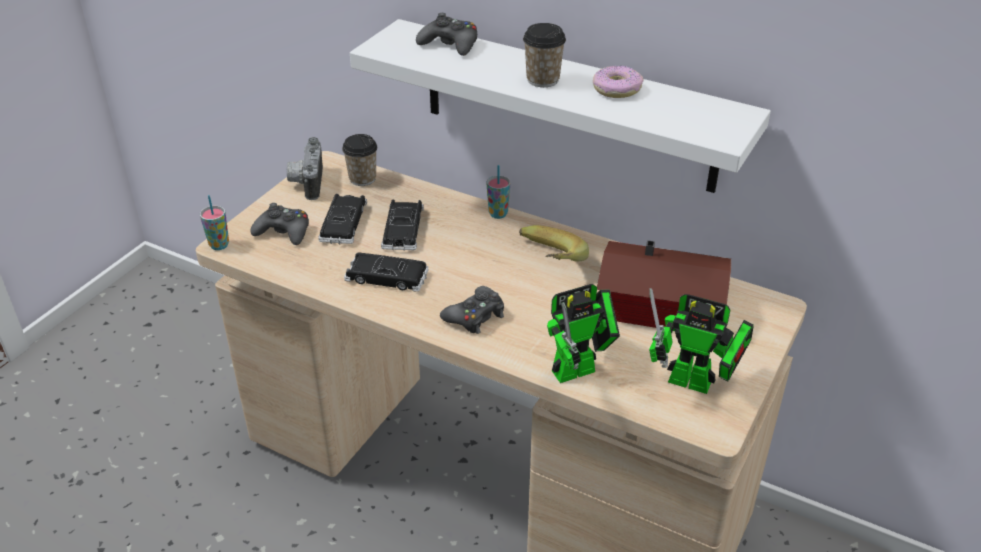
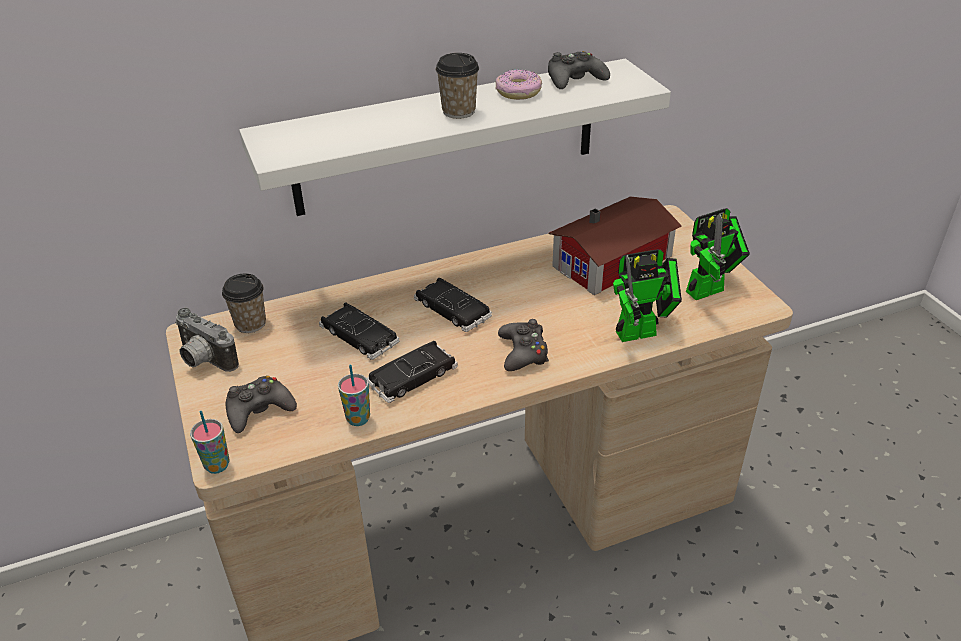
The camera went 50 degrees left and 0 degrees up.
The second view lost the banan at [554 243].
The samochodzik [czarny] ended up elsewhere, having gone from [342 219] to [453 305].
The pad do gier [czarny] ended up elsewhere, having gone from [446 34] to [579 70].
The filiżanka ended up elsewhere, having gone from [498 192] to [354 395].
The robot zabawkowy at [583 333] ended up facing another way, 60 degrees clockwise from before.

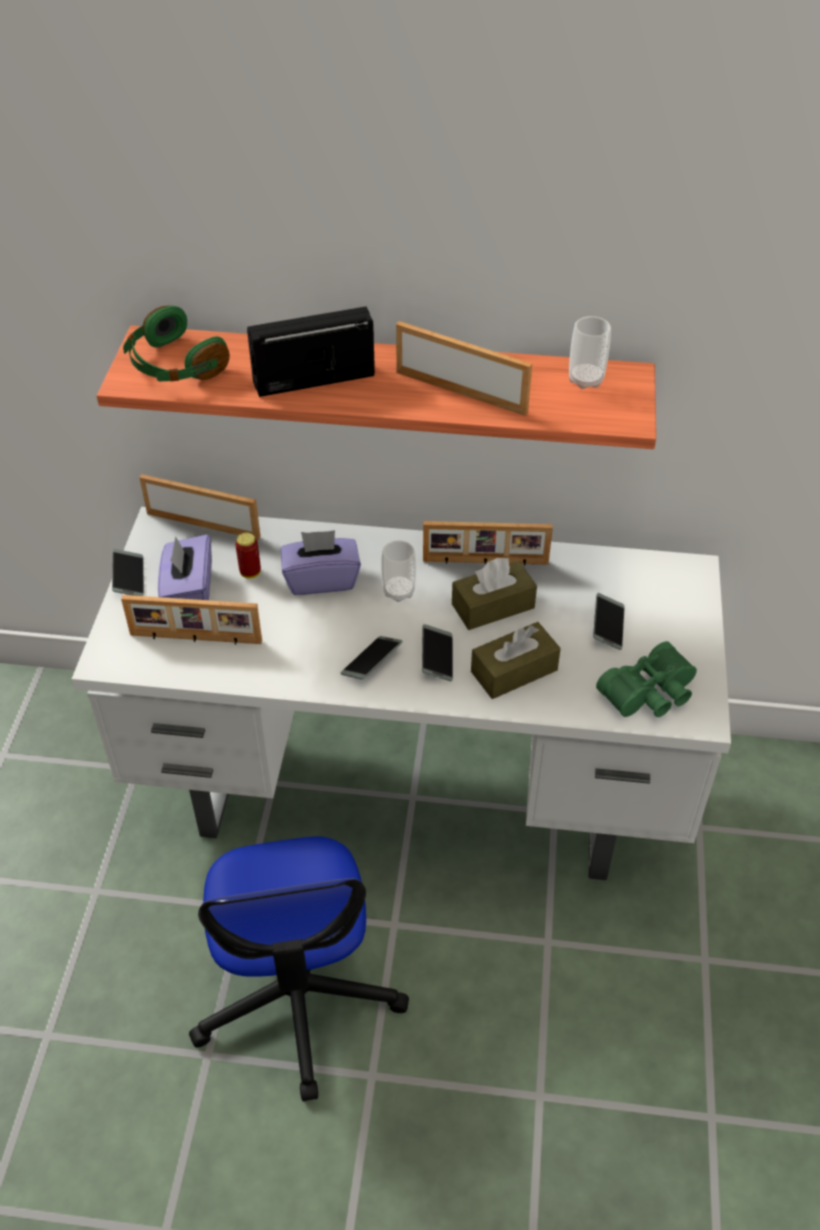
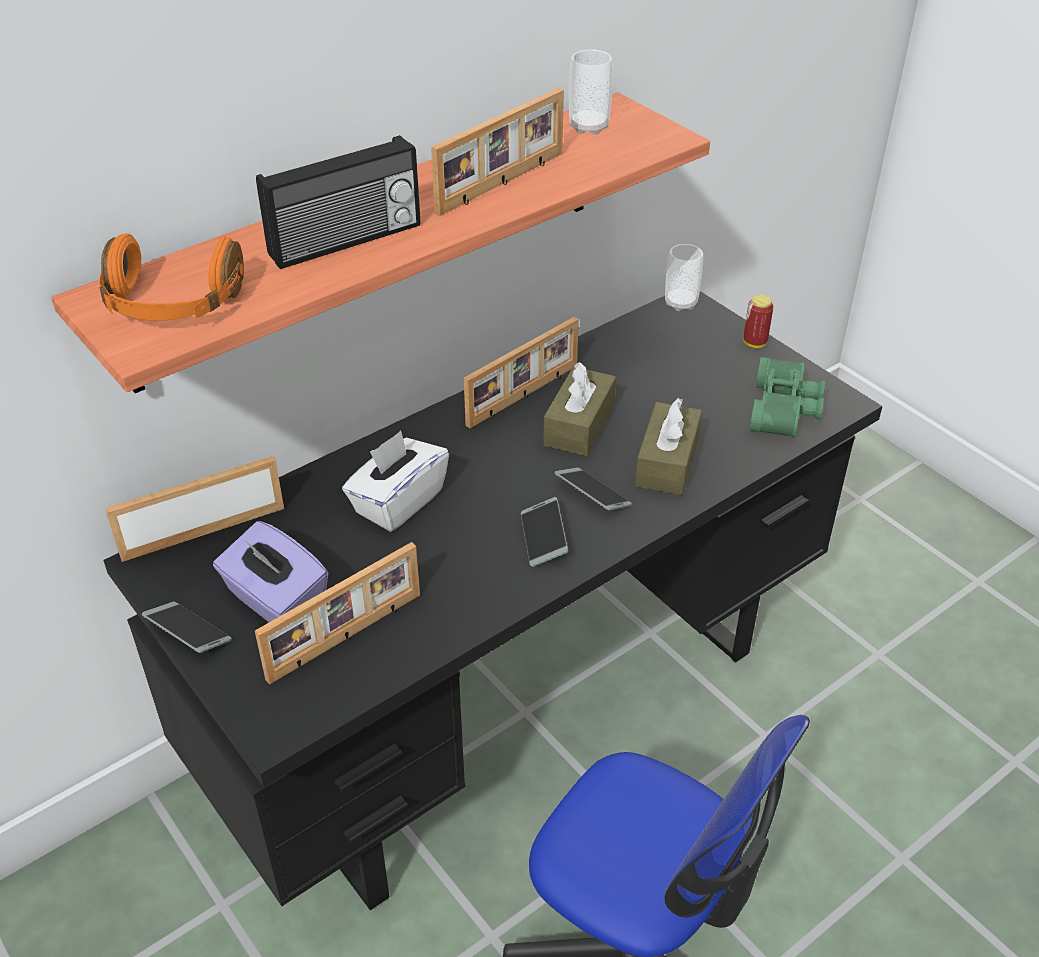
The camera went 45 degrees left and 5 degrees down.
The second view lost the telefon at [609 621].
The puszka ended up elsewhere, having gone from [248 555] to [758 321].
The filiżanka ended up elsewhere, having gone from [398 571] to [684 277].
What was the biurko [biały] at [401 693] turned into the biurko [czarny] at [492 601].
What was the słuchawki [zielony] at [176 343] turned into the słuchawki [pomarańczowy] at [171 277].
What was the pudełko chusteczek [fioletowy] at [321 562] turned into the pudełko chusteczek [biały] at [395 481].
The radio at [311 351] ended up facing another way, 150 degrees counterclockwise from before.
The ramka na zdjęcie at [464 368] ended up facing another way, 150 degrees clockwise from before.

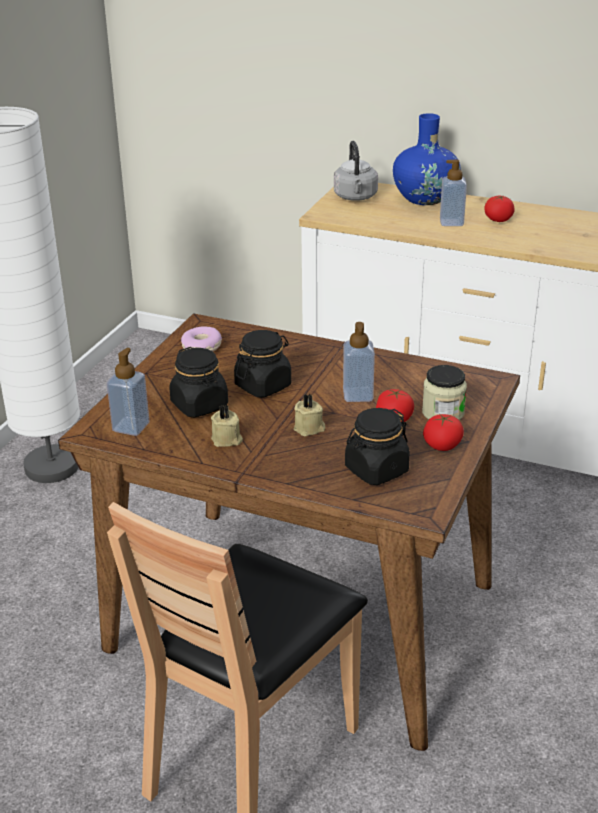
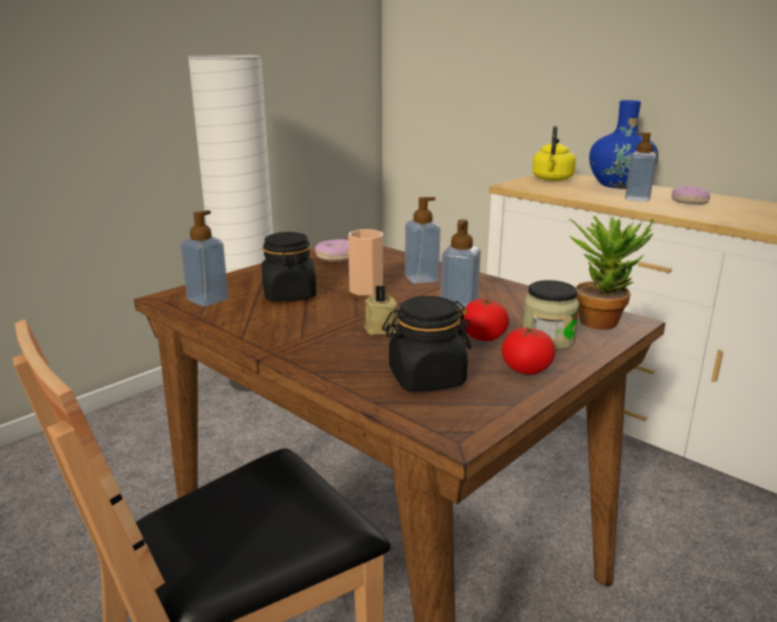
The camera went 20 degrees right and 10 degrees down.
The second view lost the świeca [beżowy] at [227 426].
The second view gained the dozownik mydła at [423 240].
The second view gained the roślina doniczkowa at [611 273].
Where the słoik [czarny] stood at [262 363], the filiżanka came to stand at [365 262].
Where the pomidor stood at [499 208], the donut came to stand at [690 195].
What was the czajnik [szary] at [356 171] turned into the czajnik [żółty] at [554 153].

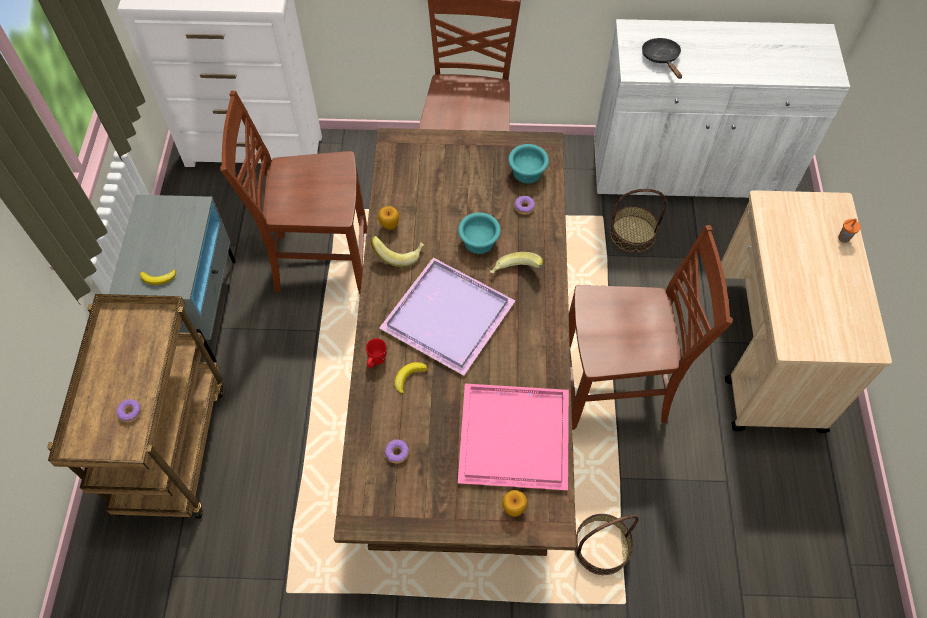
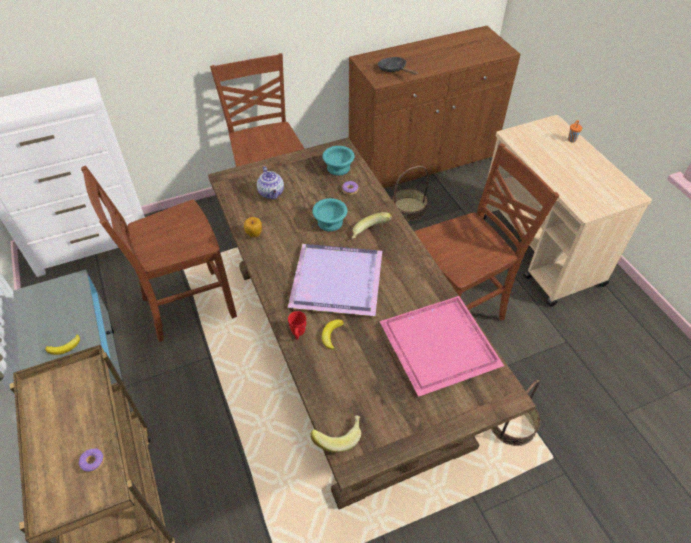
The camera went 25 degrees left and 10 degrees down.
The second view lost the donut at [397 451].
The second view lost the jabłko at [514 503].
The second view gained the imbryk at [270 183].
The banan ended up elsewhere, having gone from [398 251] to [335 434].
What was the szafka [biały] at [722 108] turned into the szafka [brązowy] at [435 107].

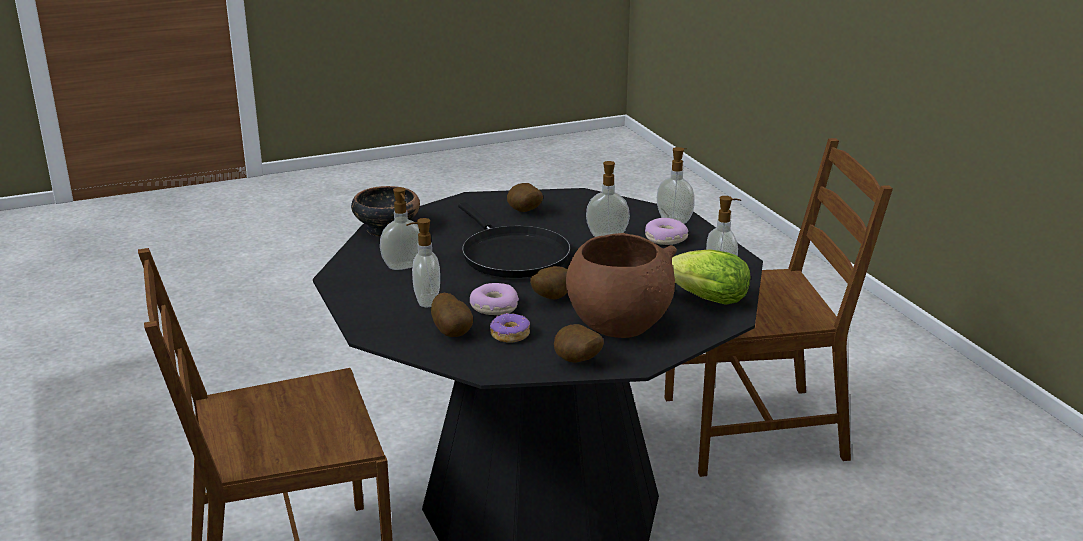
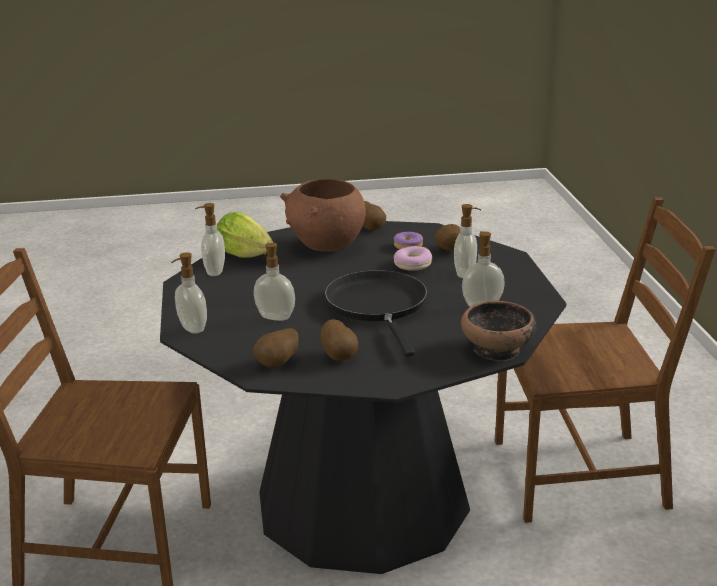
The camera went 165 degrees left and 0 degrees up.
The second view lost the donut at [667 231].
The ziemniak ended up elsewhere, having gone from [549 282] to [276 347].

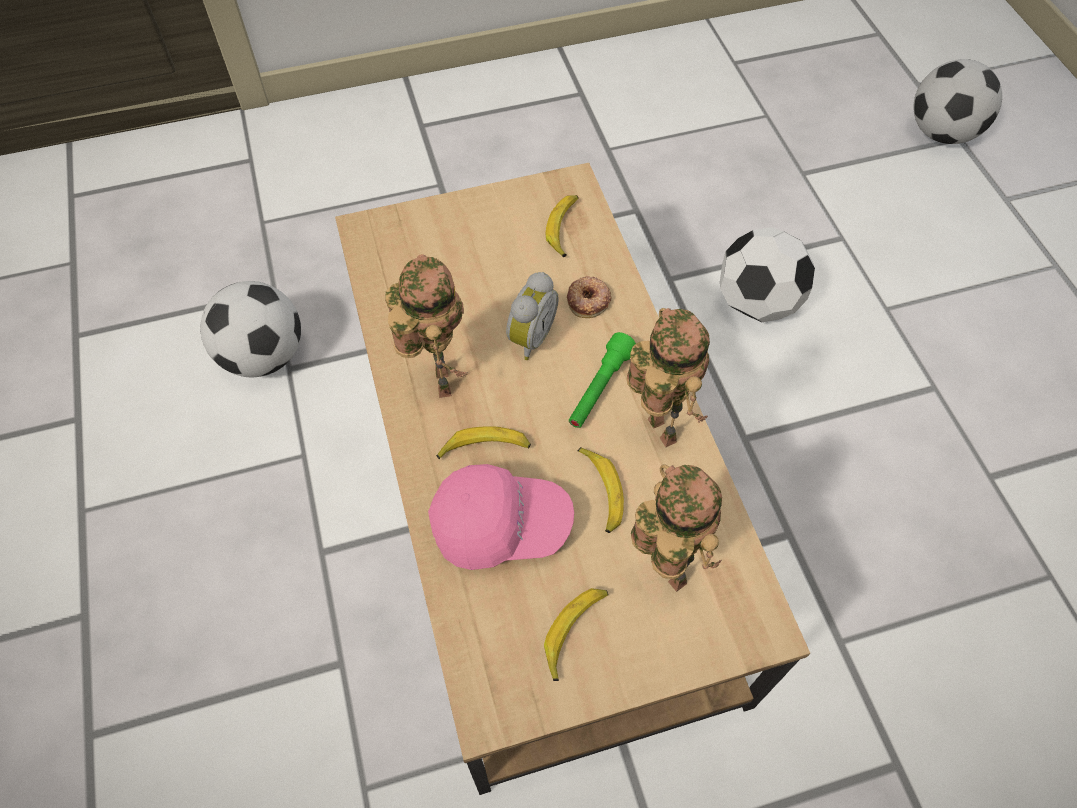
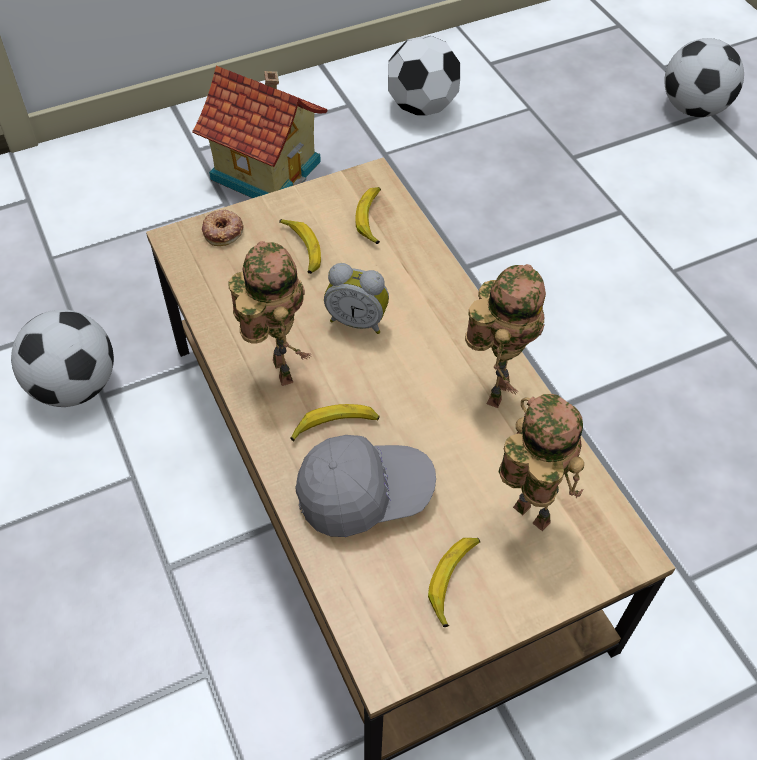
The camera went 10 degrees left and 5 degrees down.
The second view lost the latarka [zielony] at [602 380].
The second view gained the domek at [260 132].
The donut ended up elsewhere, having gone from [589 297] to [223 227].
The banan ended up elsewhere, having gone from [601 490] to [300 246].
The piłka futbolowa ended up elsewhere, having gone from [767 274] to [424 76].
What was the czapka z daszkiem [różowy] at [501 517] turned into the czapka z daszkiem [szary] at [366 486].
The budzik at [532 316] ended up facing another way, 90 degrees clockwise from before.
The robot zabawkowy at [668 377] ended up facing another way, 60 degrees clockwise from before.

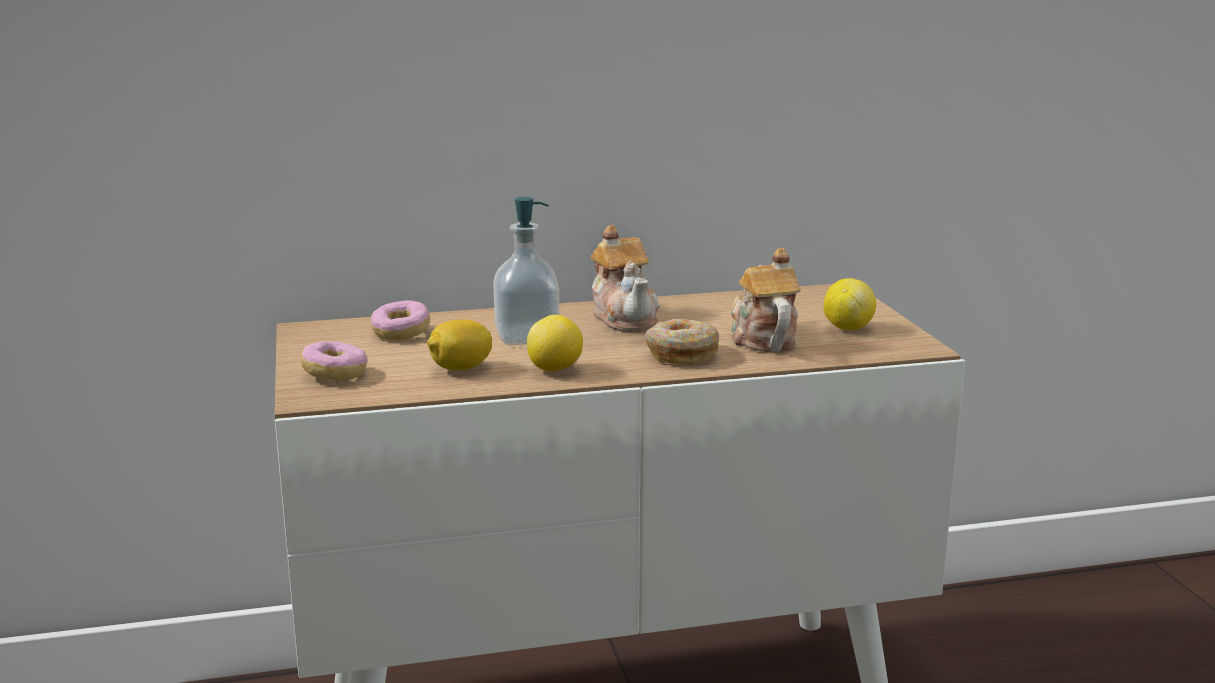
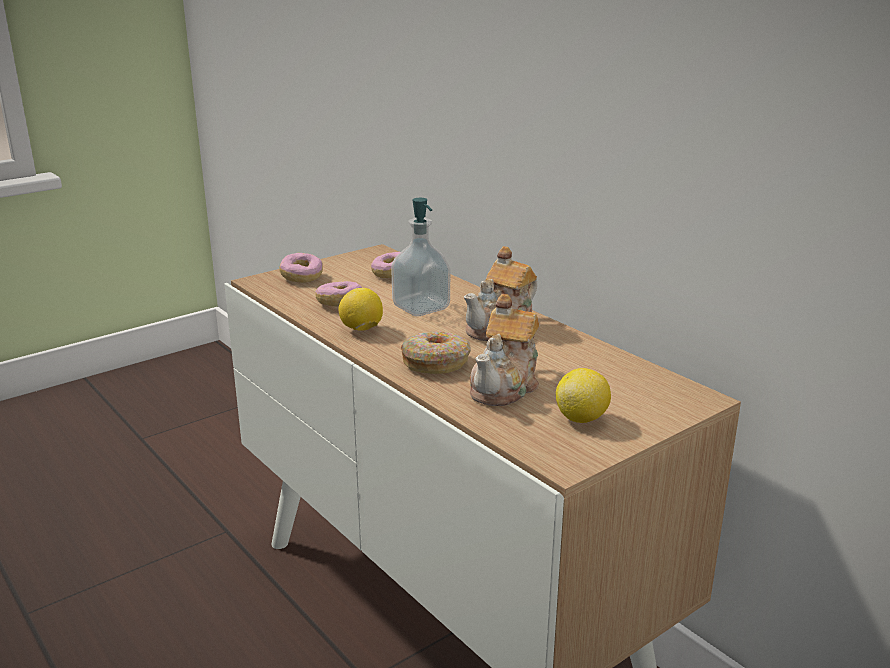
The camera went 65 degrees right and 5 degrees up.
Where the cytryna stood at [459 345], the donut came to stand at [339 294].
The imbryk at [766 300] ended up facing another way, 150 degrees clockwise from before.

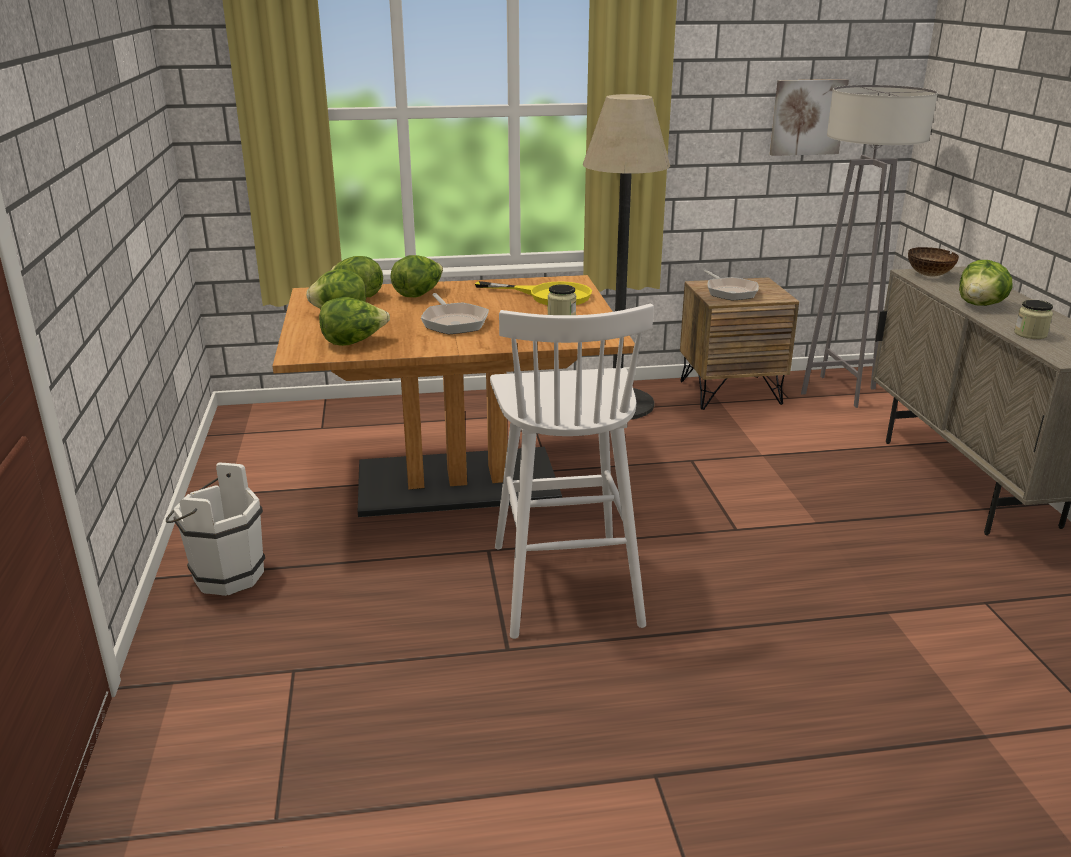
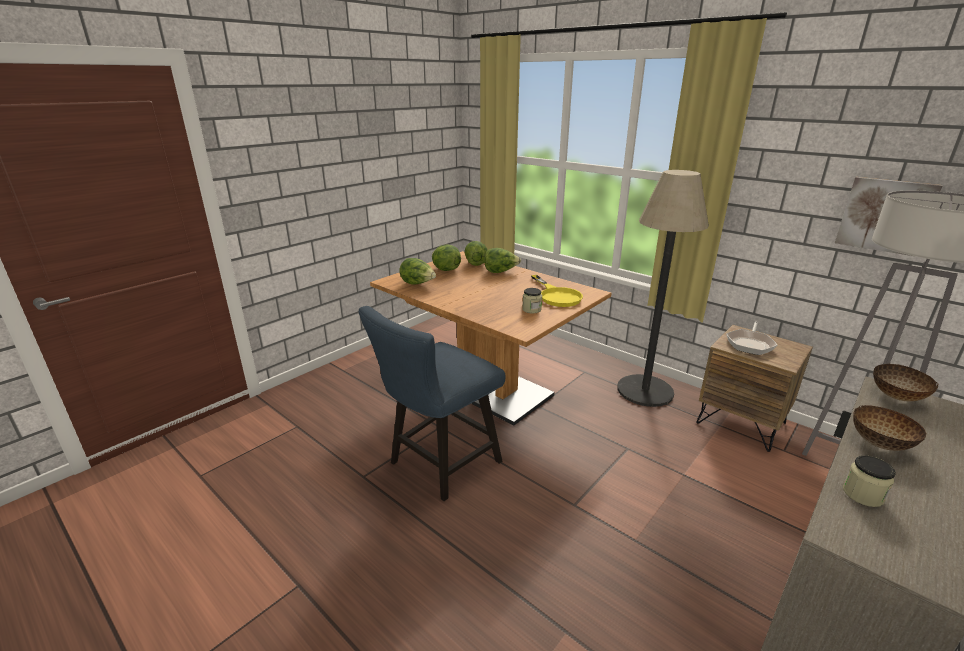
The camera went 50 degrees right and 0 degrees up.
The second view lost the wiadro [biały] at [215 529].
The second view lost the patelnia at [455 313].
Where the stołek [biały] stood at [572 471], the krzesło [niebieski] came to stand at [432 403].
Where the sałata stood at [986 283], the miska came to stand at [889 428].

